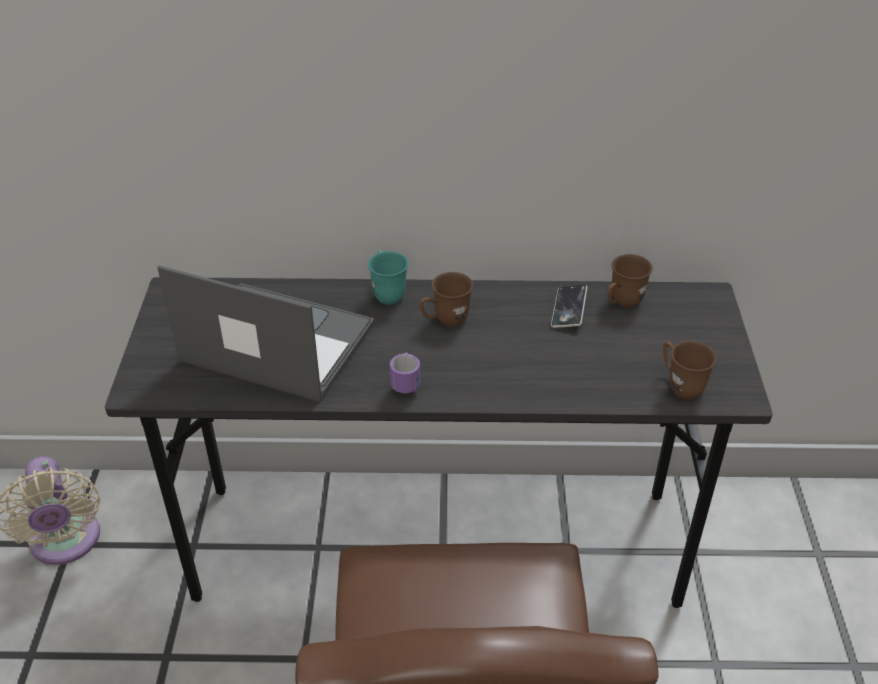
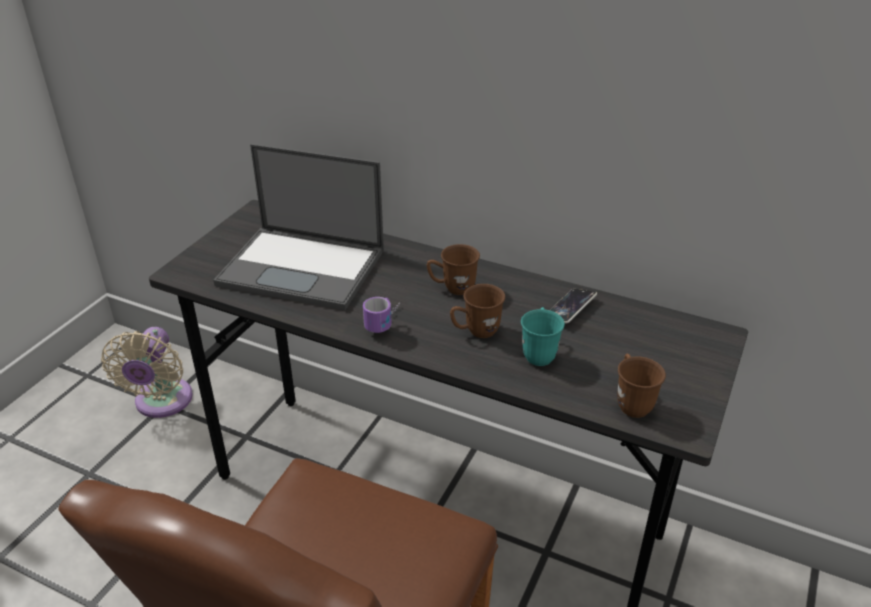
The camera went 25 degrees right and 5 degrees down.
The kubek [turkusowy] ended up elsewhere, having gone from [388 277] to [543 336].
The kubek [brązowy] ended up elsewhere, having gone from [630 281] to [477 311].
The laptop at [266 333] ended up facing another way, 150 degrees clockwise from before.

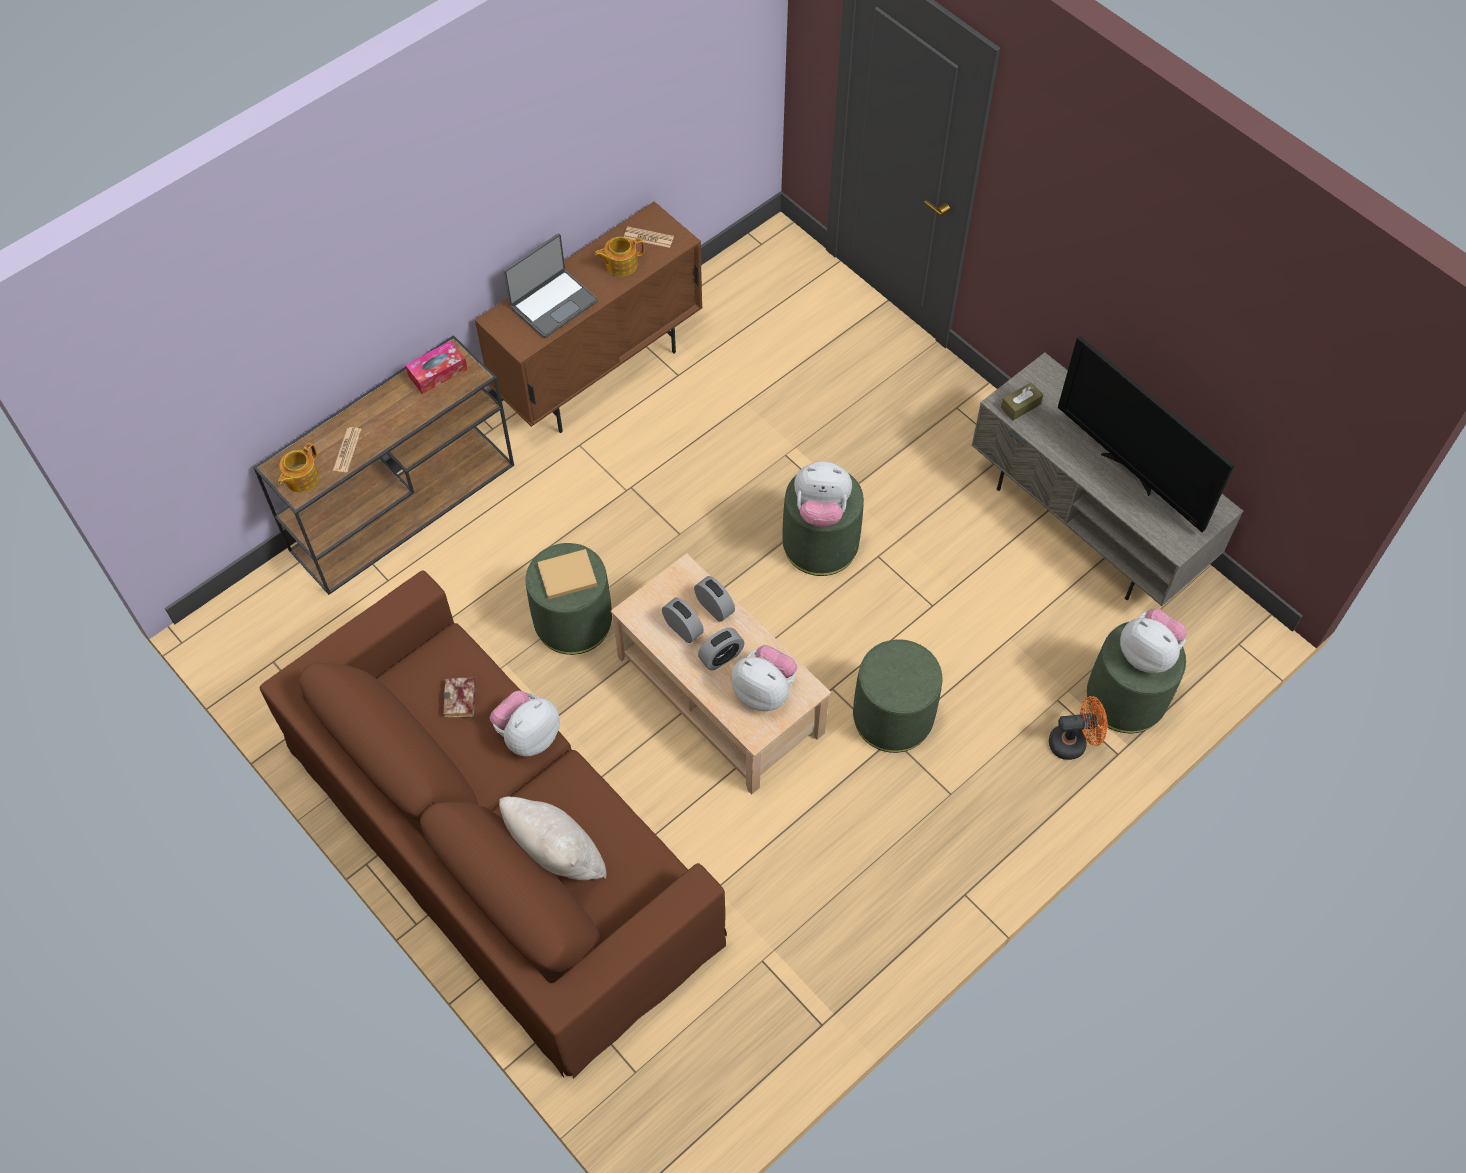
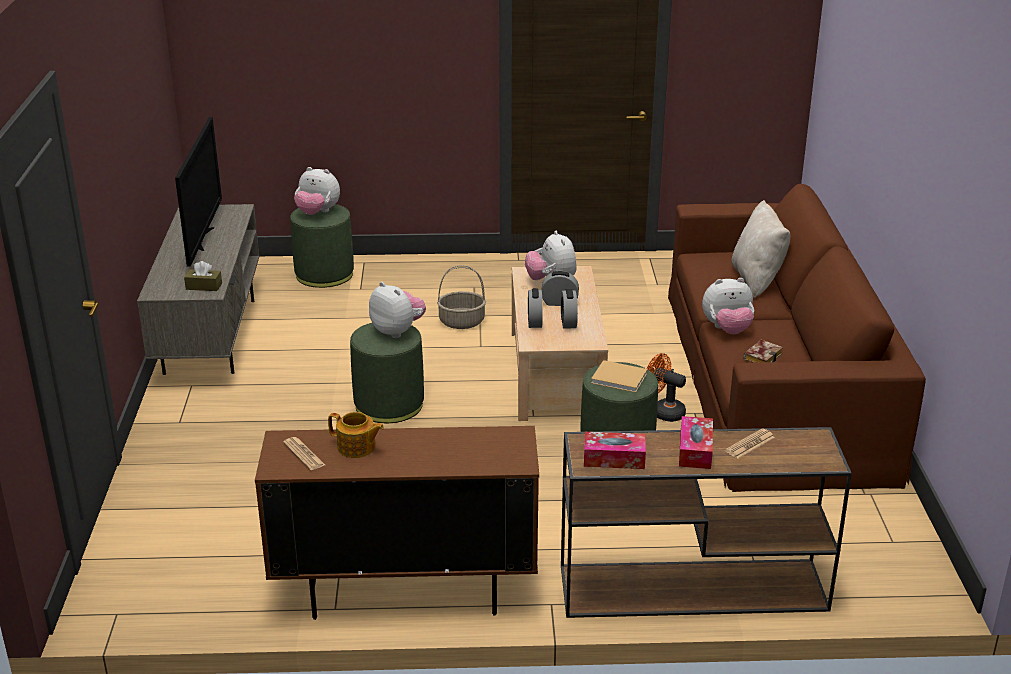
The camera went 140 degrees left and 30 degrees down.
The second view lost the imbryk at [299 467].
The second view lost the laptop at [551 285].
The second view gained the pudełko chusteczek at [696 442].
The wentylator [pomarańczowy] ended up elsewhere, having gone from [1078 728] to [666 387].
Where the pufa [zielony] stood at [897 696], the koszyk came to stand at [461 297].
The pluszak at [1153 641] ended up facing another way, 60 degrees counterclockwise from before.

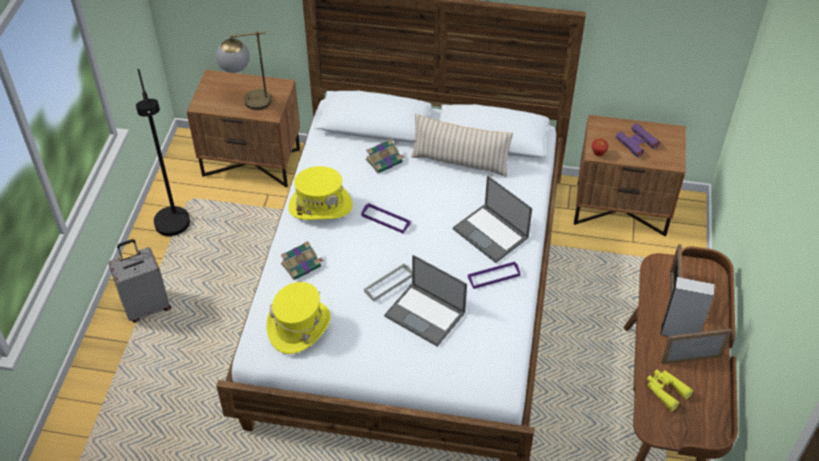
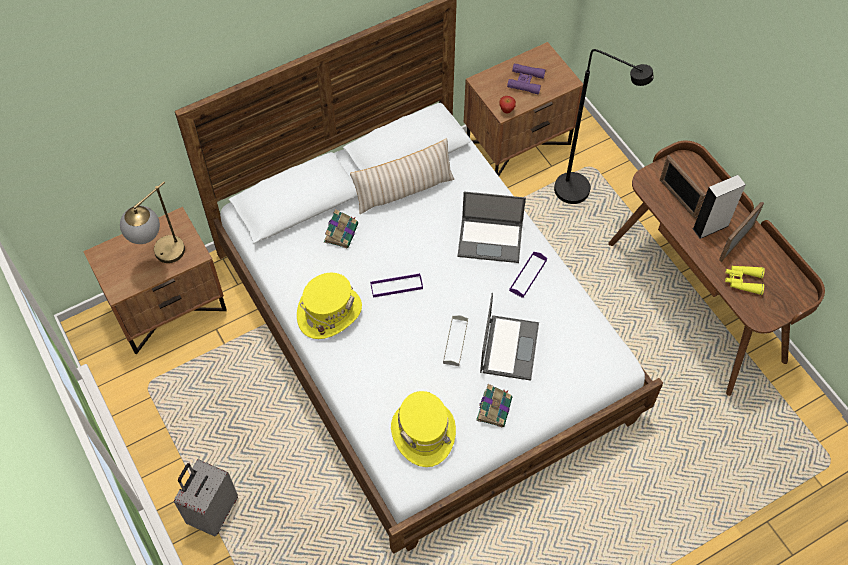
The camera went 40 degrees left and 10 degrees up.
The lampa stojąca [czarny] ended up elsewhere, having gone from [163 153] to [604 126].
The książka ended up elsewhere, having gone from [302 260] to [494 405].
The laptop at [425 301] ended up facing another way, 75 degrees counterclockwise from before.

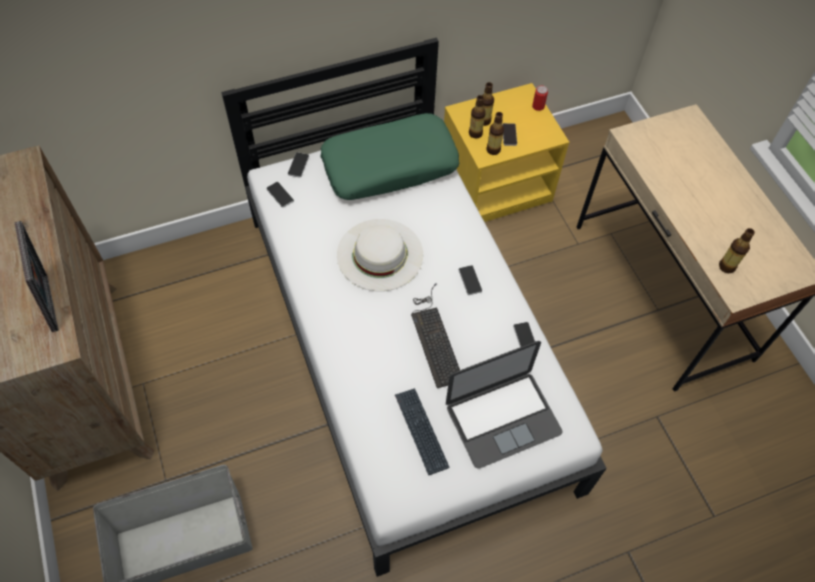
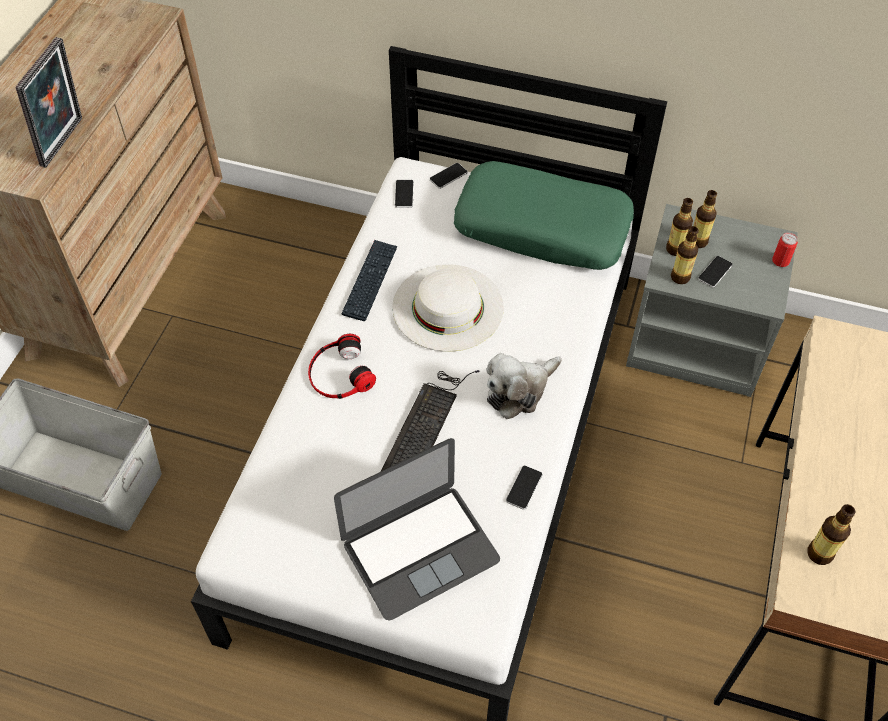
The camera went 40 degrees right and 5 degrees down.
The second view gained the słuchawki at [342 366].
The klawiatura ended up elsewhere, having gone from [422 431] to [370 280].
Where the telefon stood at [470 280], the pluszak came to stand at [524 386].
What was the szafka nocna [żółty] at [506 152] turned into the szafka nocna [szary] at [712 300].
The laptop at [504 405] ended up facing another way, 45 degrees counterclockwise from before.

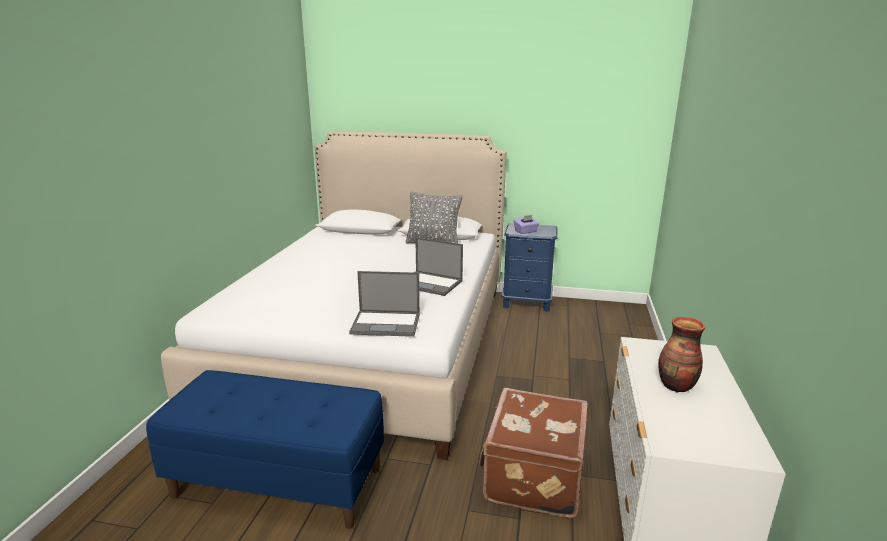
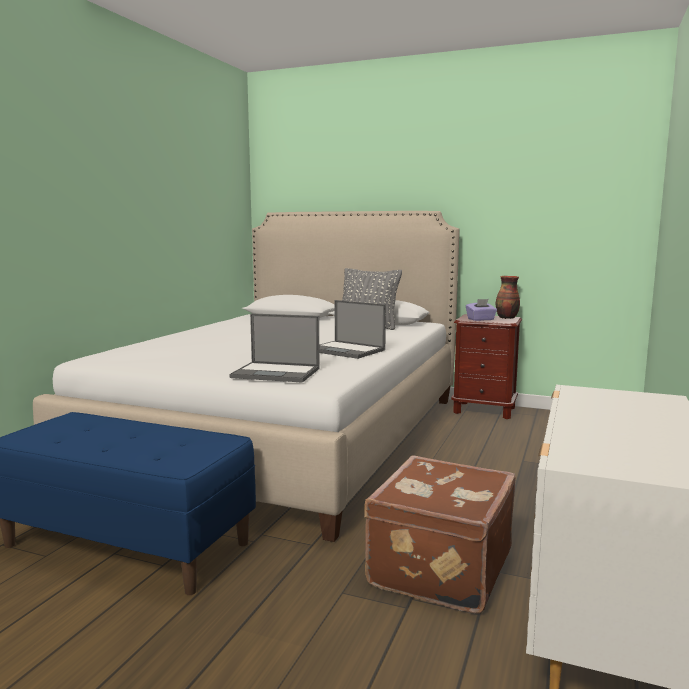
The camera went 10 degrees right and 10 degrees down.
The wazon ended up elsewhere, having gone from [681 355] to [508 297].
What was the szafka nocna [niebieski] at [529 267] turned into the szafka nocna [brązowy] at [486 366].

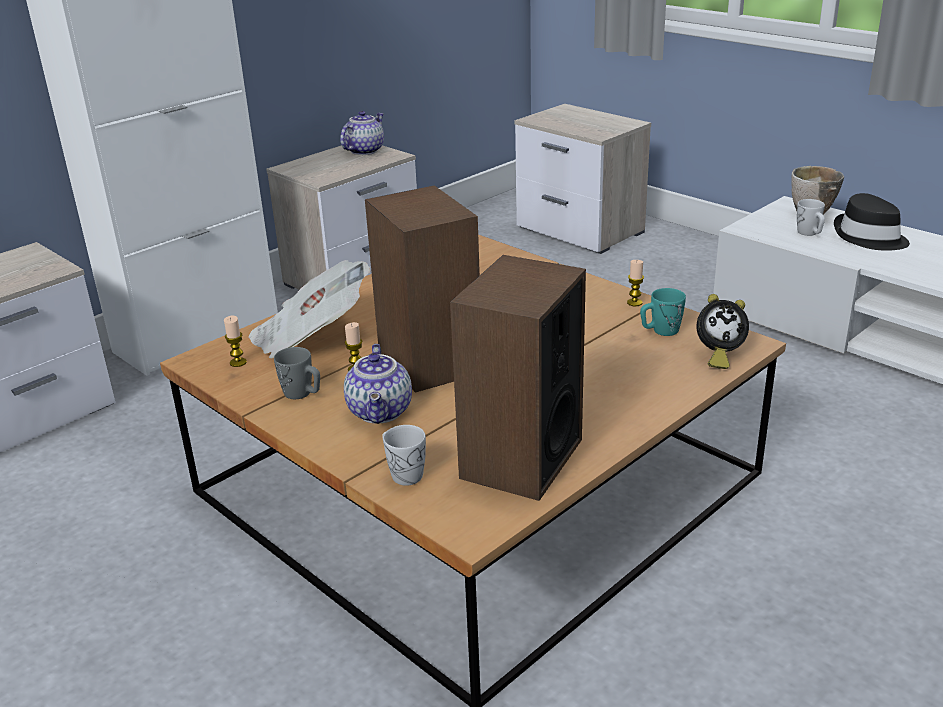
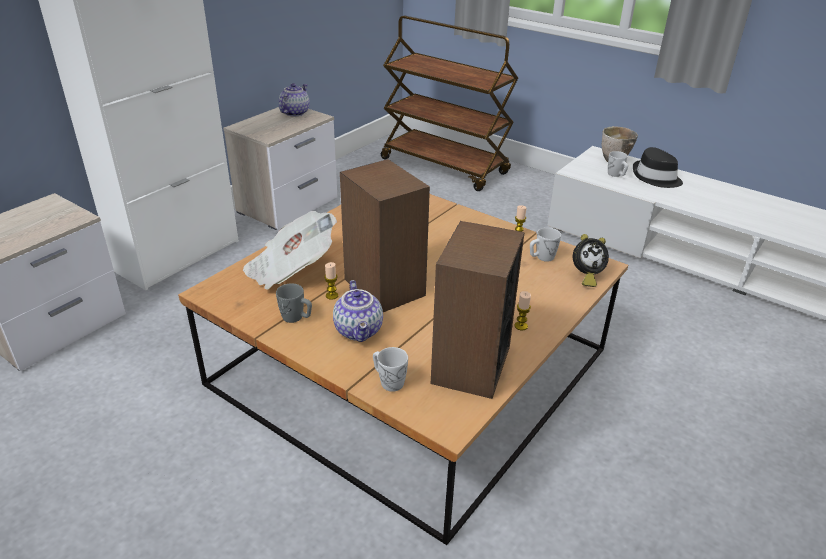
The camera went 10 degrees left and 5 degrees up.
The świeca ended up elsewhere, having gone from [235 341] to [522 310].
Where the szafka nocna stood at [583 179], the wózek [brązowy] came to stand at [449 103].
What was the kubek [turkusowy] at [663 312] turned into the kubek [biały] at [545 244].

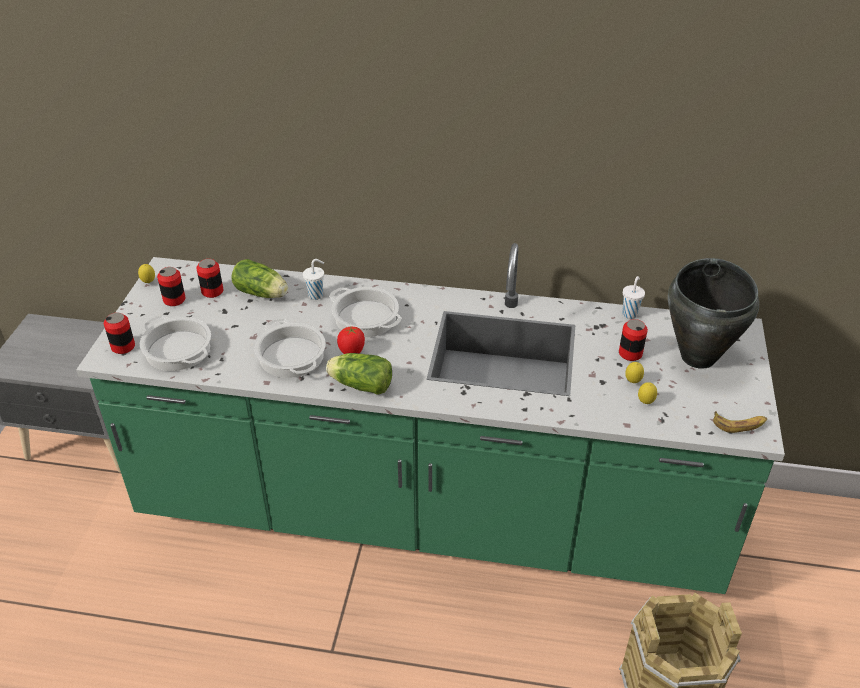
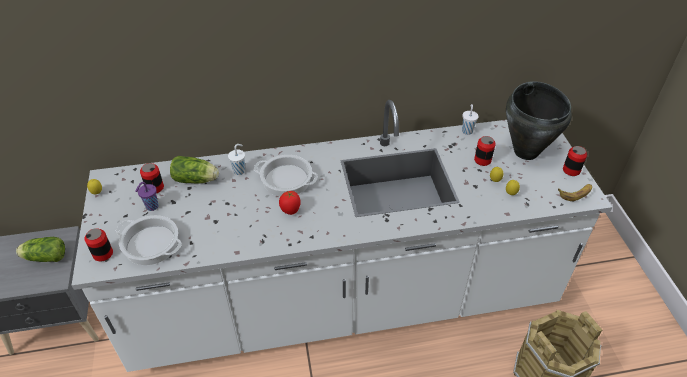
The camera went 20 degrees left and 5 degrees up.
The second view lost the garnek at [290 348].
The second view gained the filiżanka [fioletowy] at [147 196].
The puszka ended up elsewhere, having gone from [171 286] to [575 161].
The sałata ended up elsewhere, having gone from [359 374] to [40 249].
What was the zabudowa kuchenna [zielony] at [430 418] turned into the zabudowa kuchenna [biały] at [342 236].

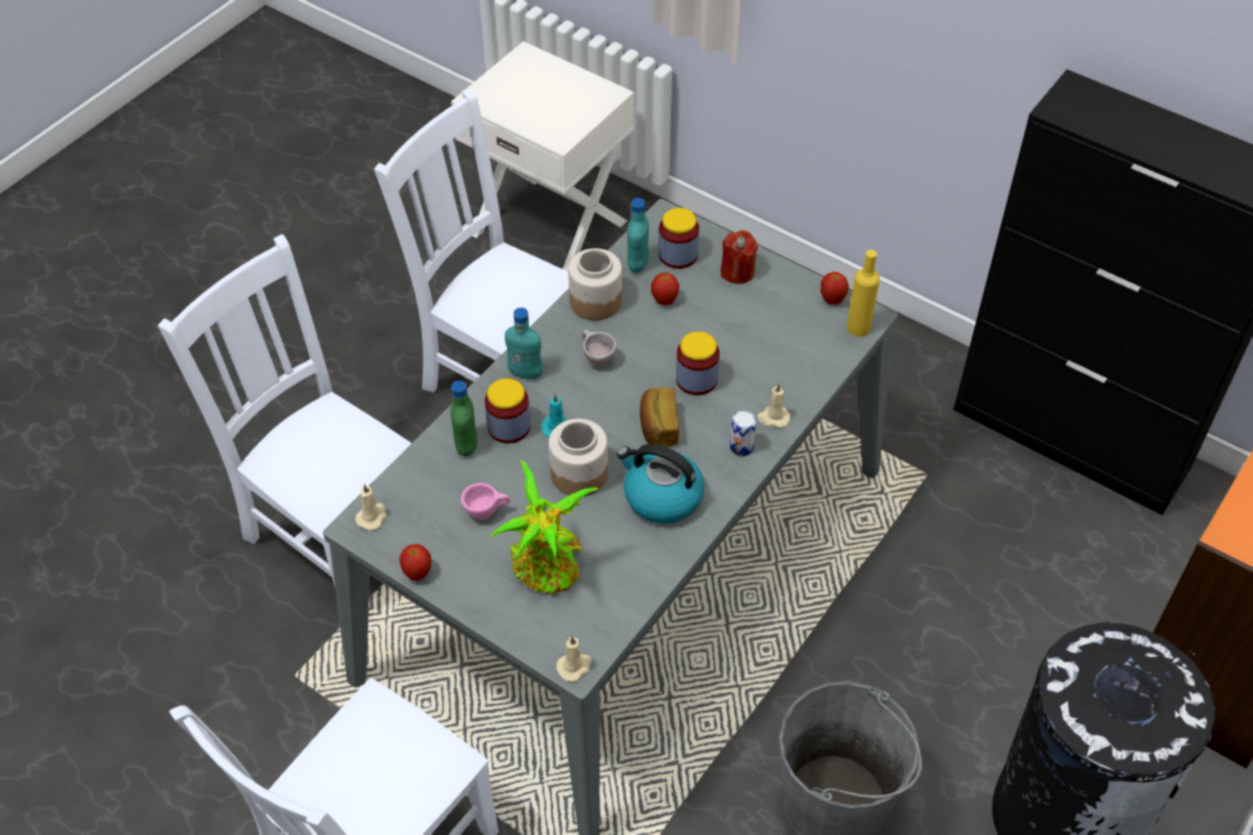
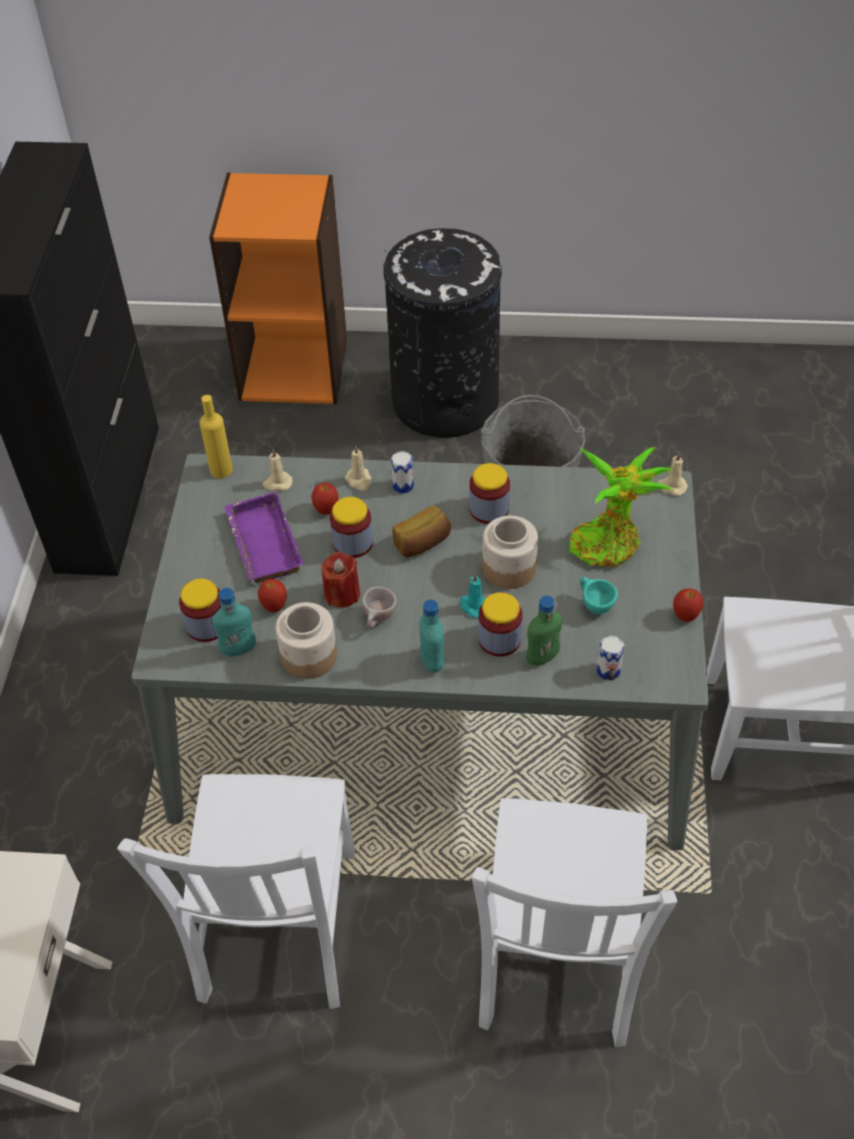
The camera went 120 degrees left and 0 degrees up.
The second view gained the taca [fioletowy] at [264 537].
The second view gained the puszka at [611 658].
The świeca [beżowy] ended up elsewhere, having gone from [371 507] to [277 470].
The świeca [czerwony] ended up elsewhere, having gone from [739 257] to [340 580].
The jabłko ended up elsewhere, having gone from [835 288] to [324 499].
Where the czajnik stood at [660 484], the słoik came to stand at [489 493].
What was the filiżanka [różowy] at [485 501] turned into the filiżanka [turkusowy] at [599 595].

